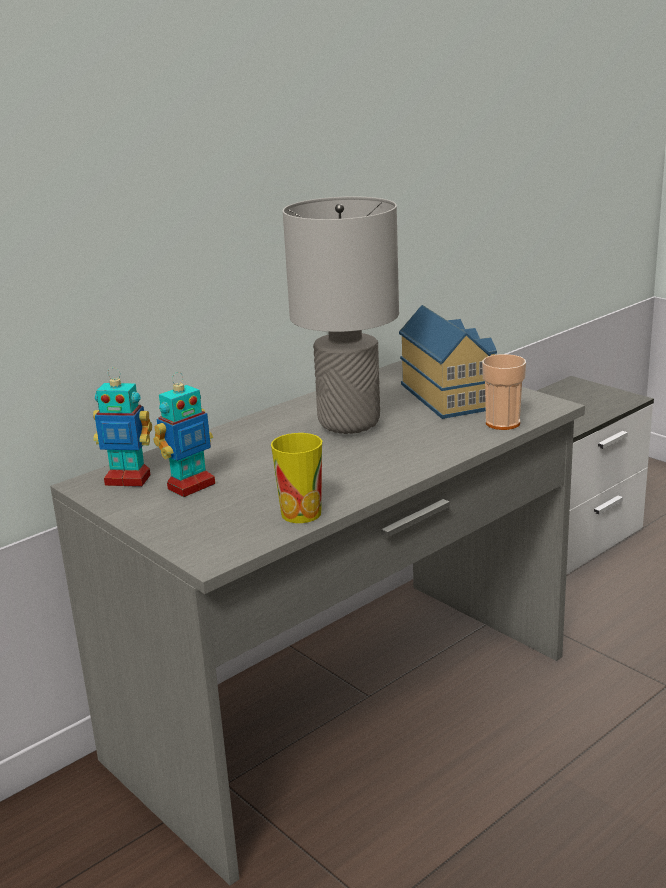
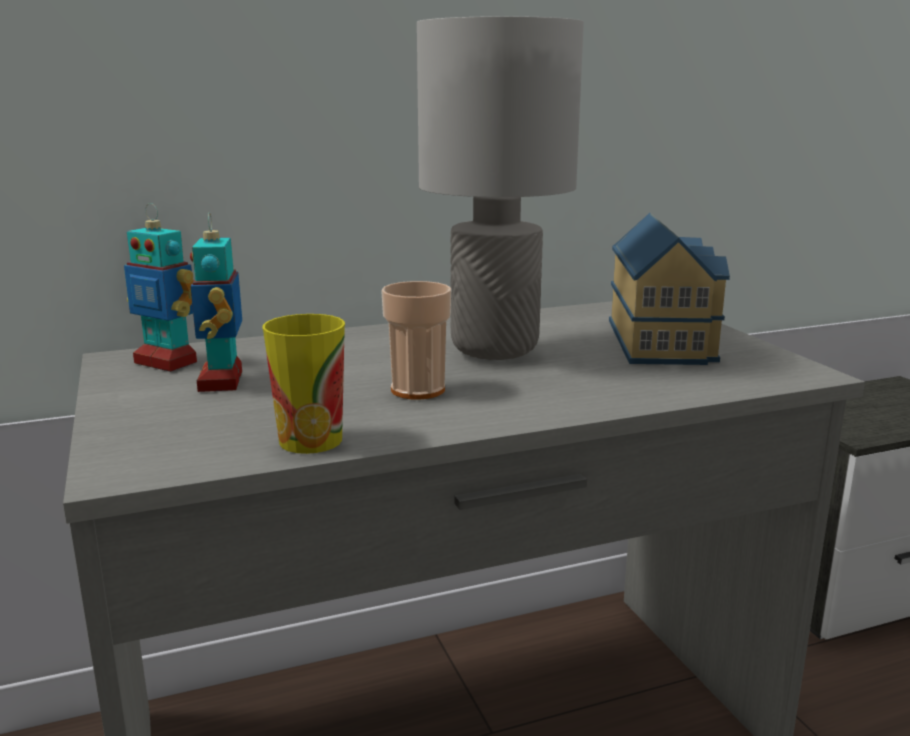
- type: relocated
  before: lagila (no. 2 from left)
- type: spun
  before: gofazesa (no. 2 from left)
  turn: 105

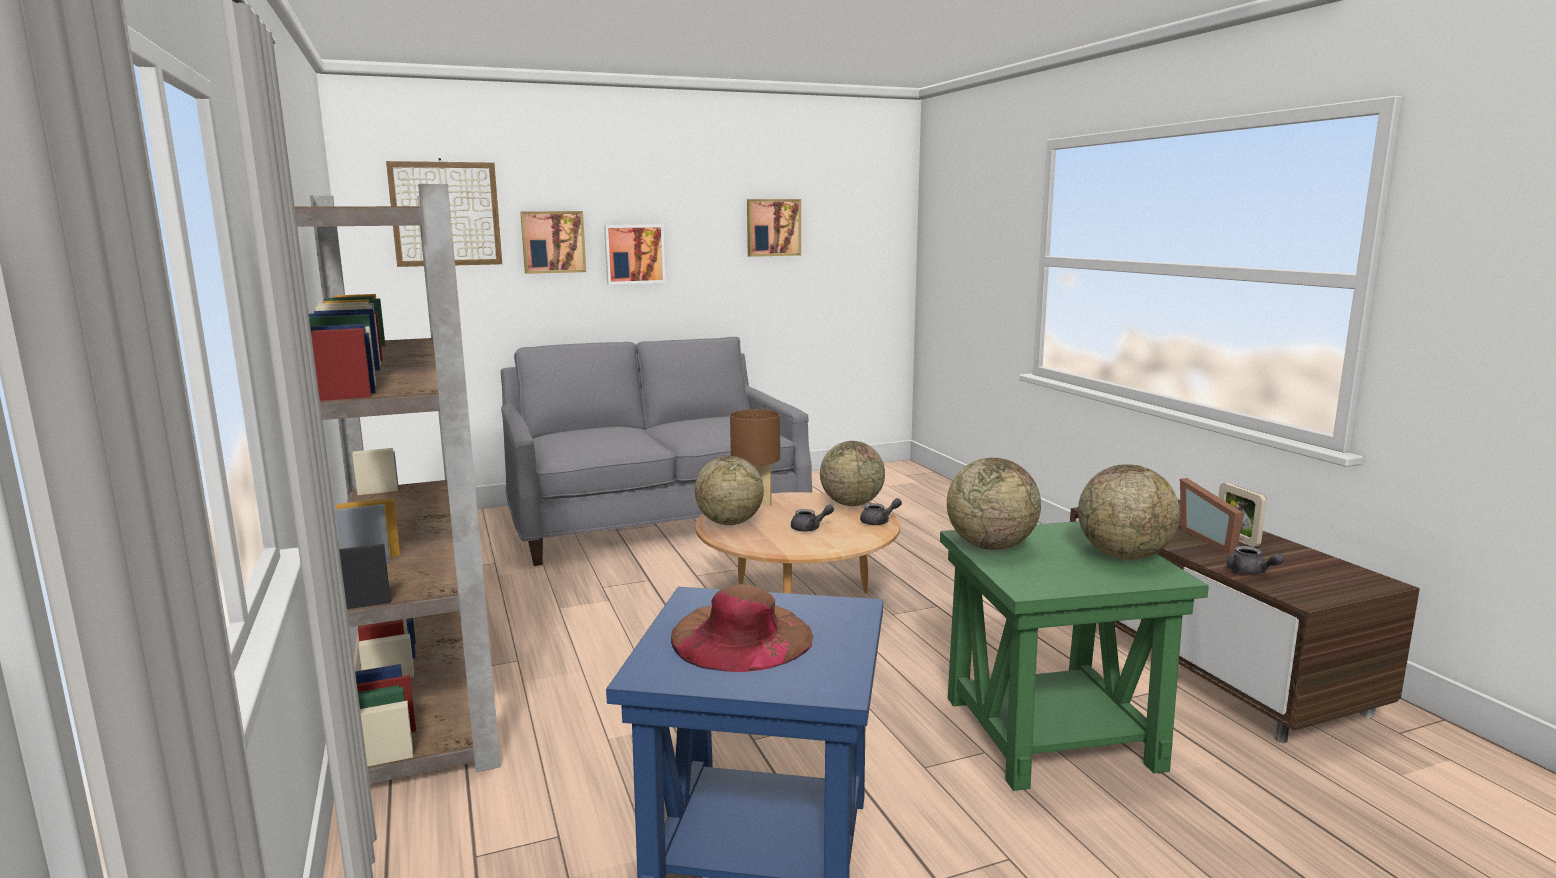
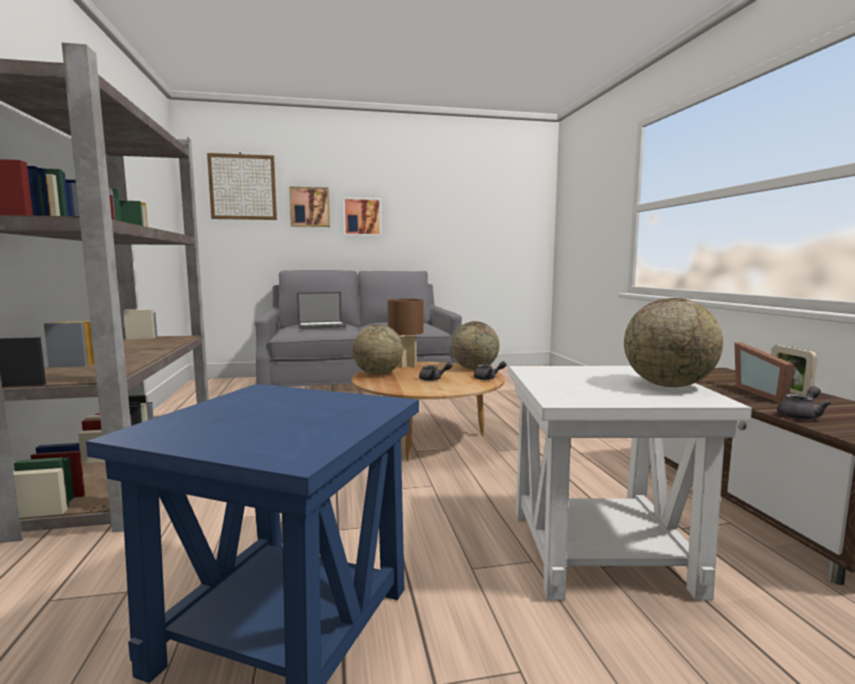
- type: missing
  before: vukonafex (no. 4 from left)
- type: missing
  before: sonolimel (no. 3 from left)
- type: colour
  before: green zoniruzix
  after: white zoniruzix
- type: spun
  before: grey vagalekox (no. 3 from left)
  turn: -105
- type: missing
  before: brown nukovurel
- type: appeared
  after: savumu

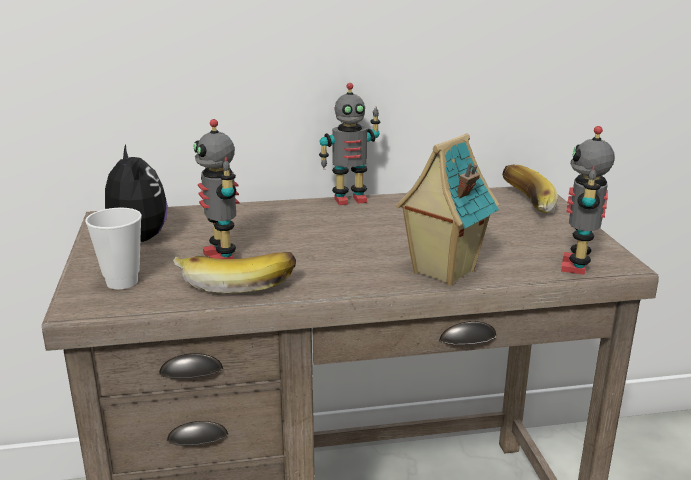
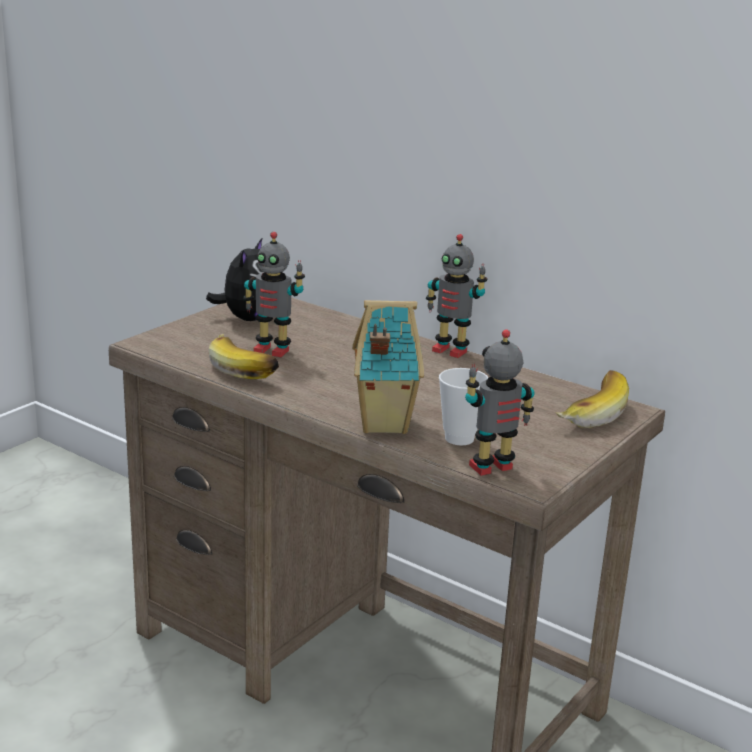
- type: spun
  before: gofazesa (no. 1 from left)
  turn: -90
- type: relocated
  before: lagila

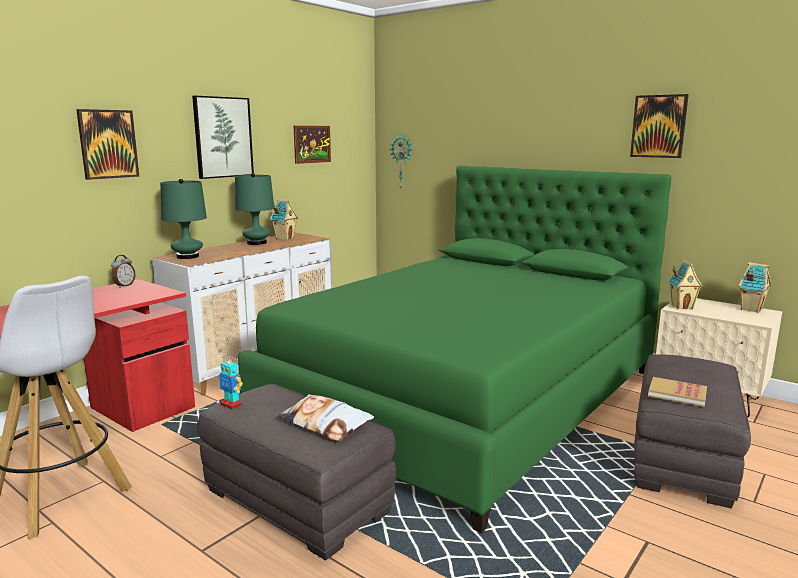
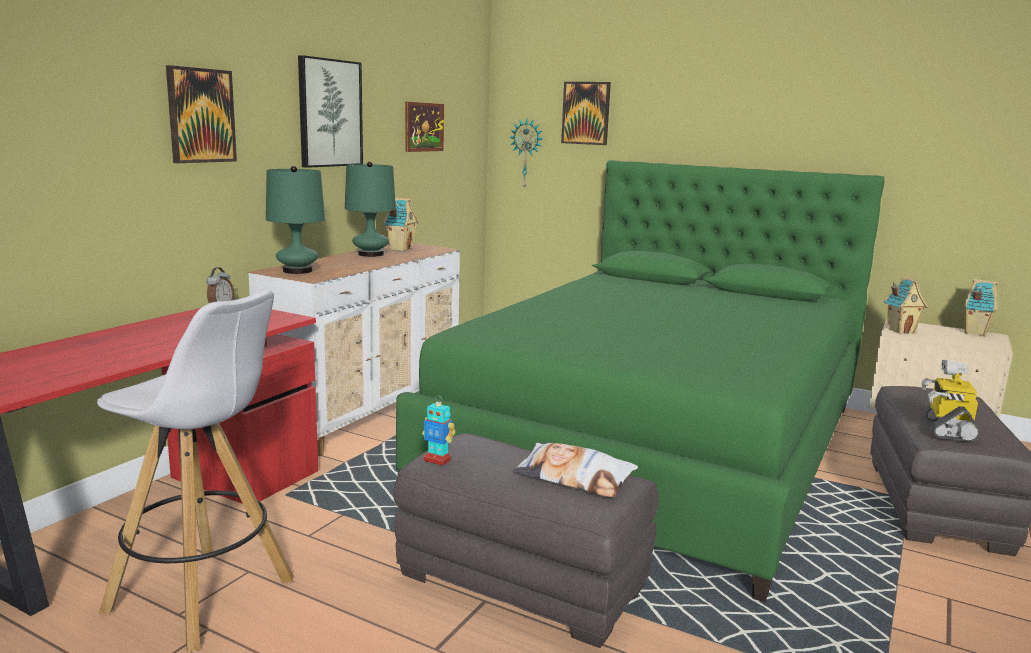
- type: relocated
  before: vukonafex (no. 4 from left)
- type: exchanged
  before: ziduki
  after: gofazesa (no. 2 from left)

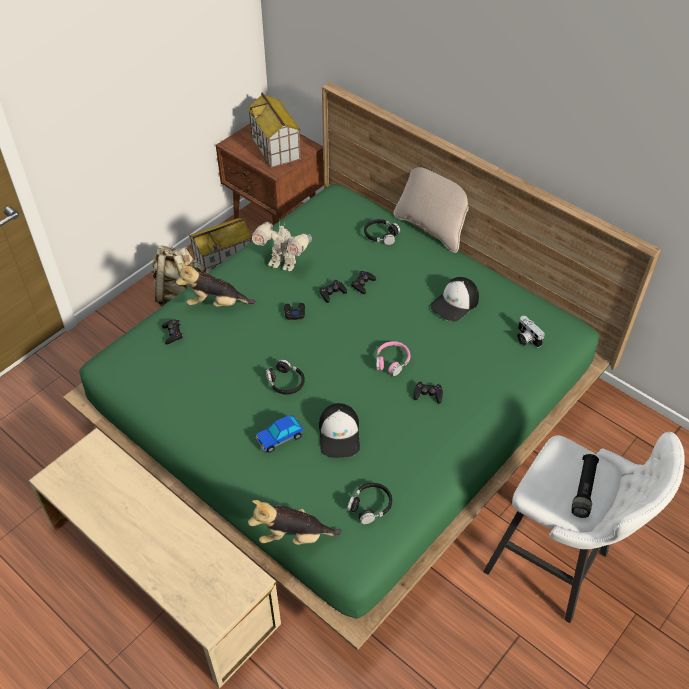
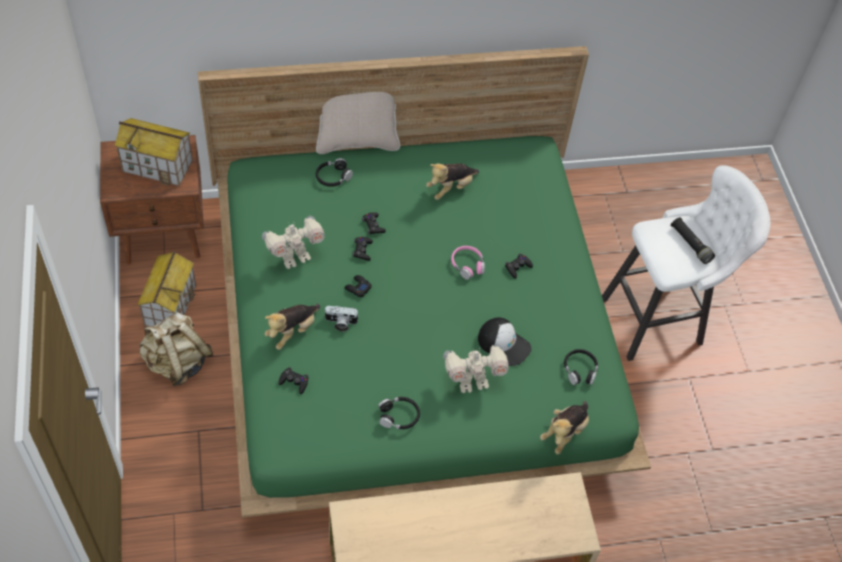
- type: exchanged
  before: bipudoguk (no. 2 from left)
  after: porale (no. 2 from left)
- type: relocated
  before: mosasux
- type: relocated
  before: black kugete (no. 1 from left in the first image)
  after: black kugete (no. 2 from left)
- type: exchanged
  before: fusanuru
  after: gofazesa (no. 2 from left)

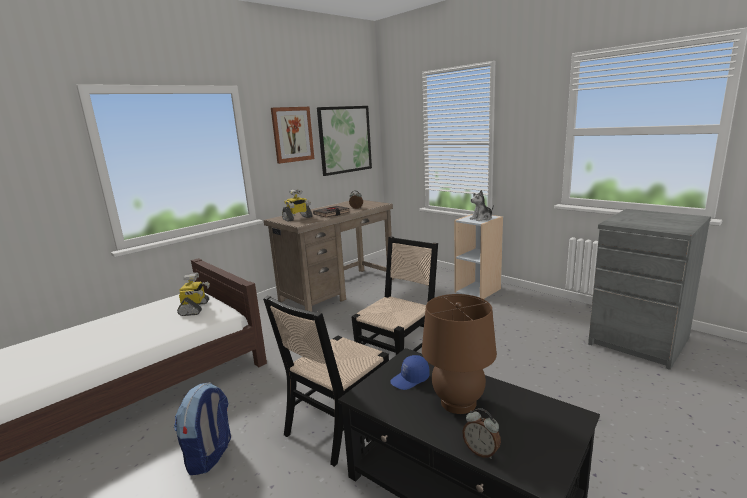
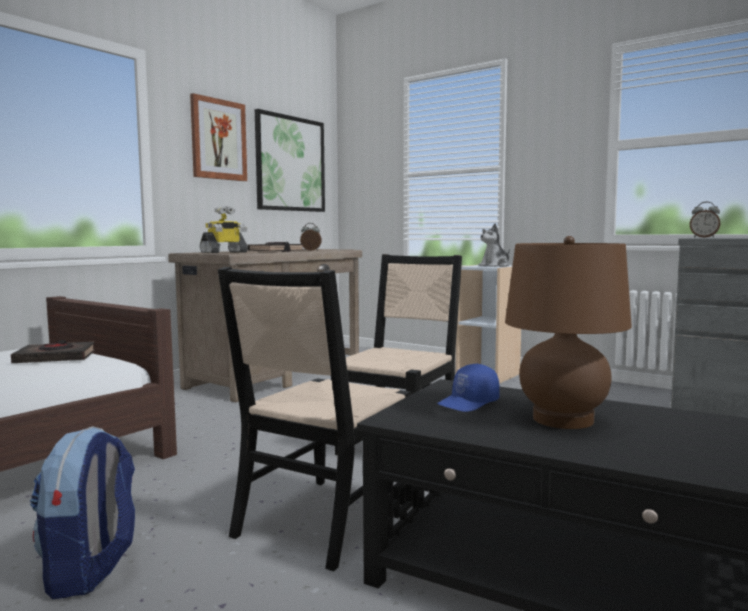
- type: exchanged
  before: gofazesa (no. 1 from left)
  after: black ziduki (no. 1 from left)
- type: relocated
  before: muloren (no. 2 from left)

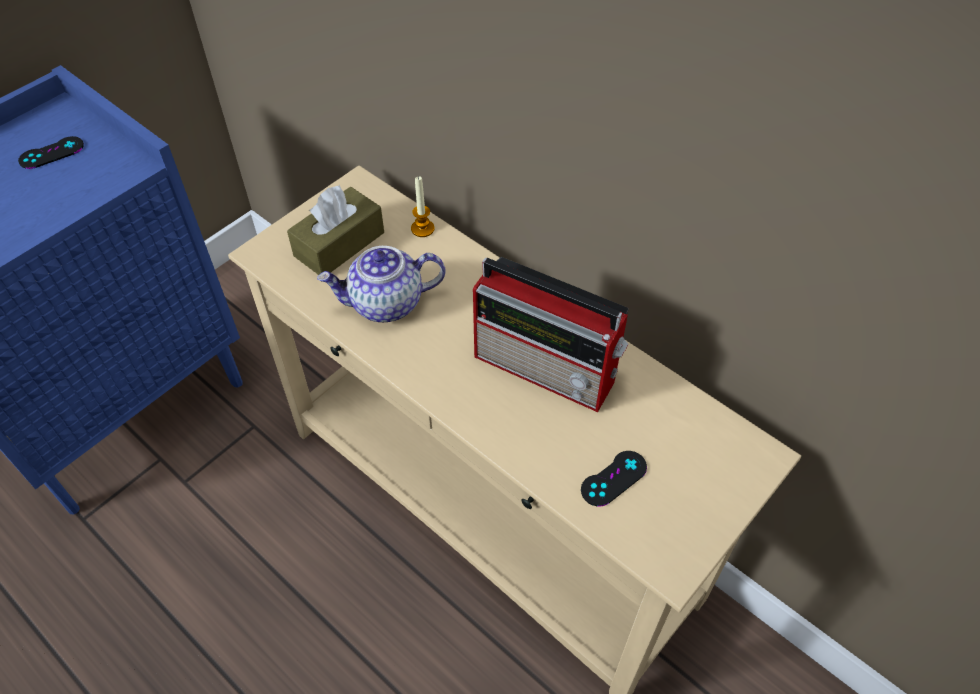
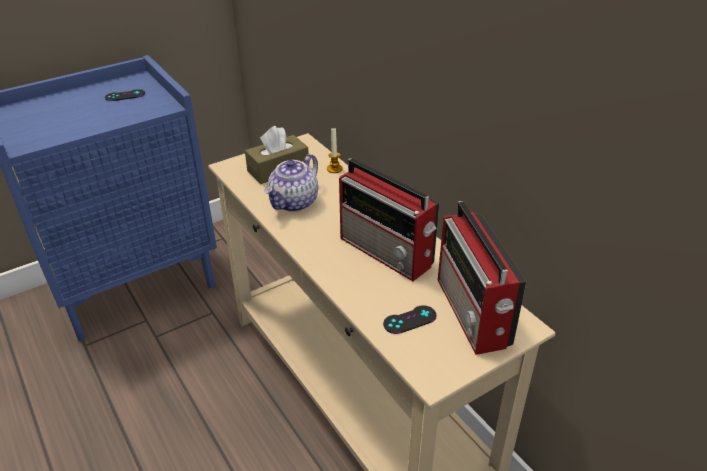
- type: spun
  before: vagalekox
  turn: -60
- type: appeared
  after: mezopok (no. 2 from left)

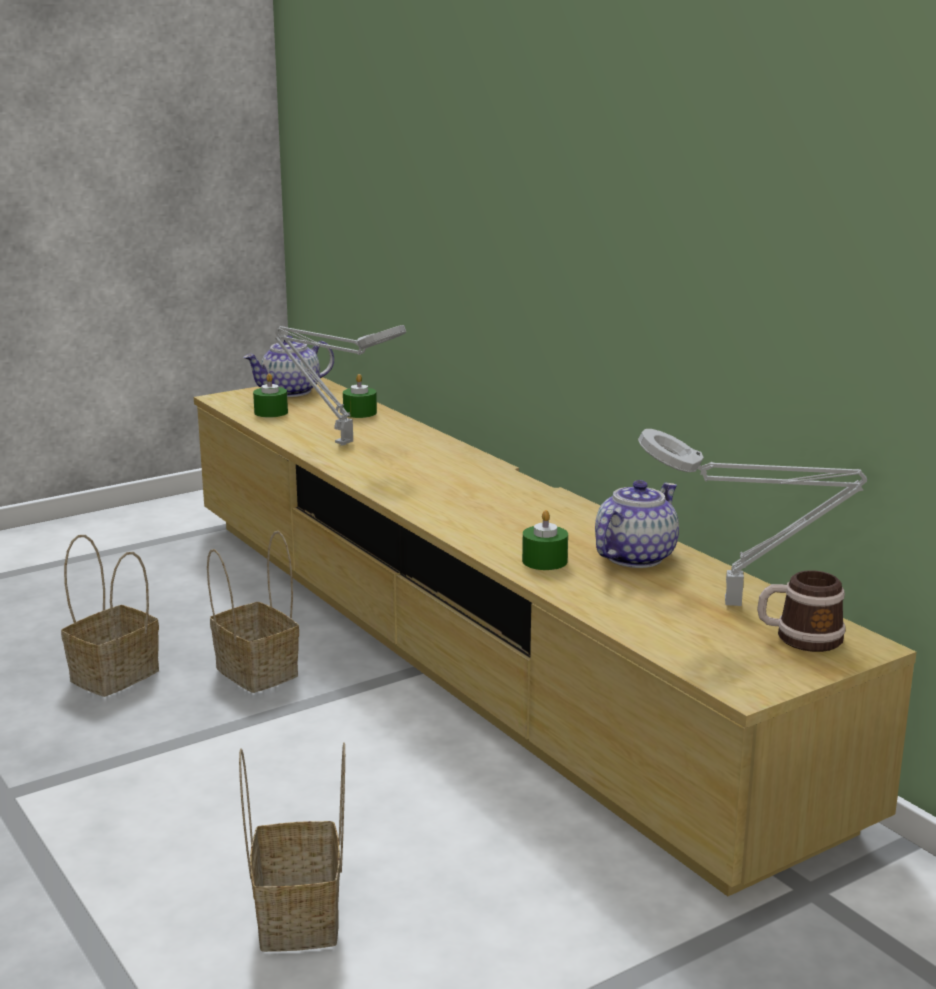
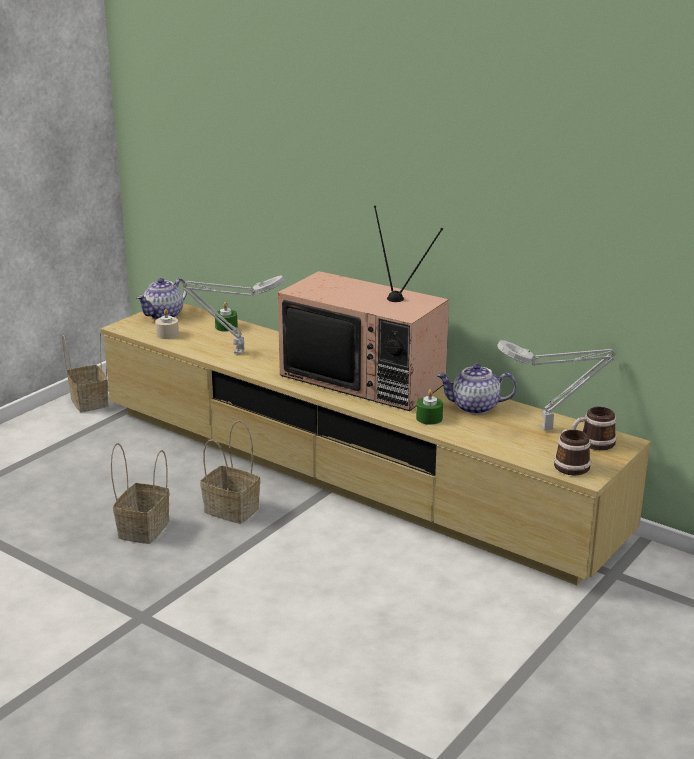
- type: colour
  before: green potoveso (no. 1 from left)
  after: beige potoveso
- type: spun
  before: vagalekox (no. 2 from left)
  turn: -105
- type: relocated
  before: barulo (no. 3 from left in the first image)
  after: barulo (no. 1 from left)
- type: appeared
  after: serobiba
- type: appeared
  after: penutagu (no. 1 from left)

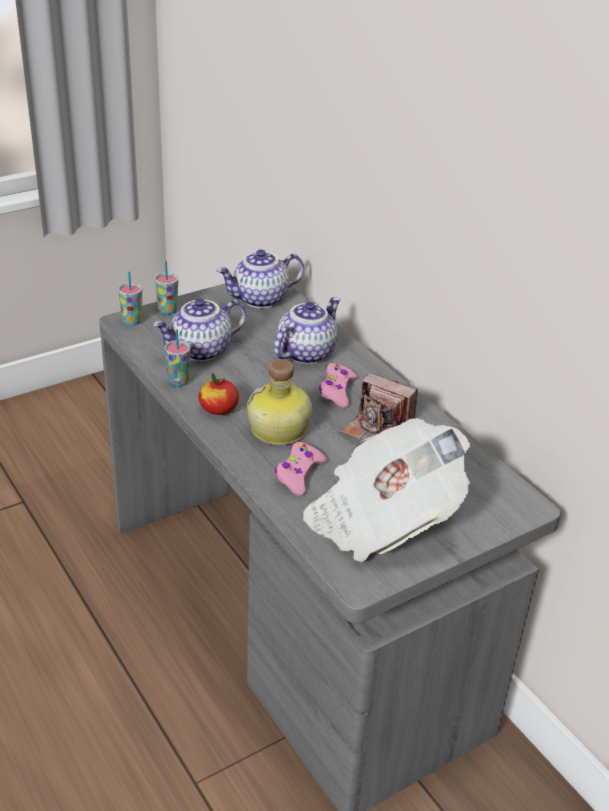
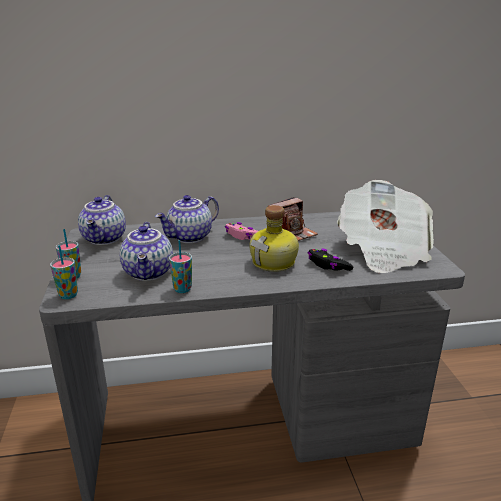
- type: spun
  before: vagalekox (no. 3 from left)
  turn: -105
- type: missing
  before: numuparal
- type: colour
  before: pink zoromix (no. 1 from left)
  after: black zoromix

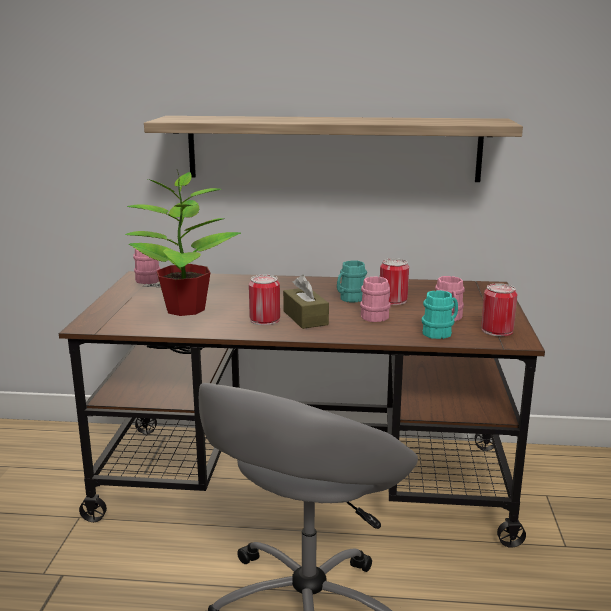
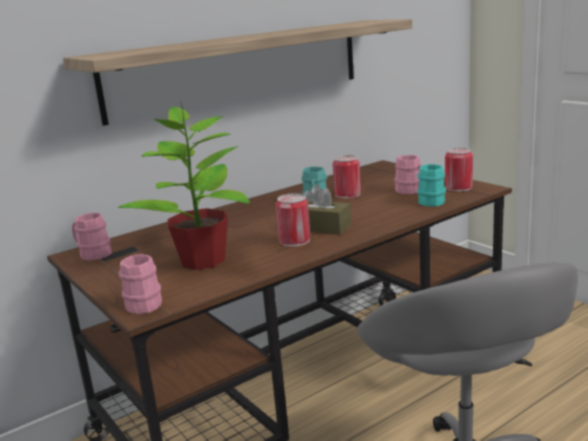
- type: relocated
  before: pink penutagu (no. 2 from left)

